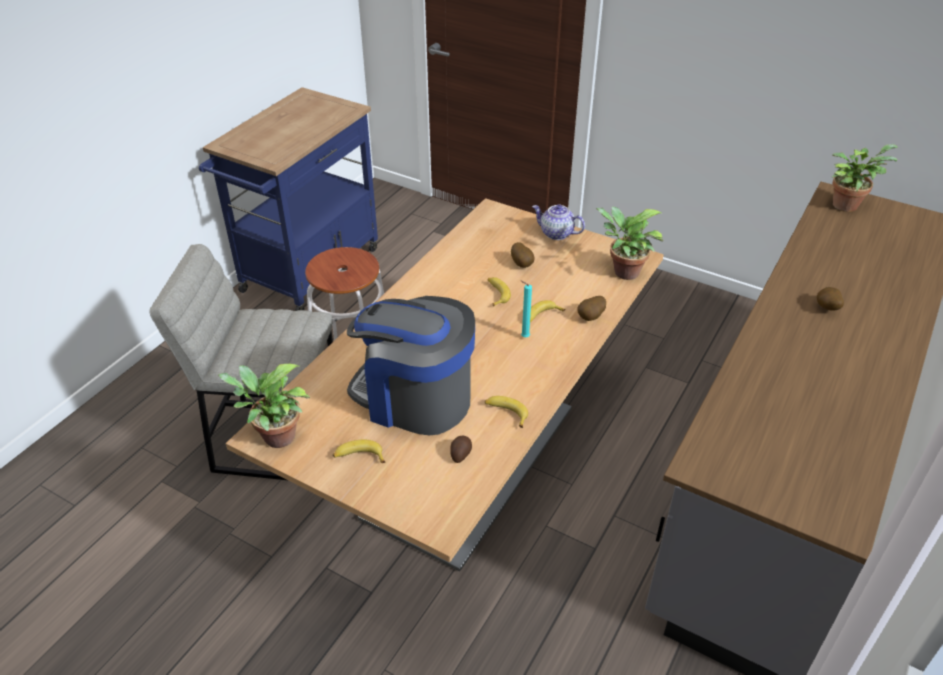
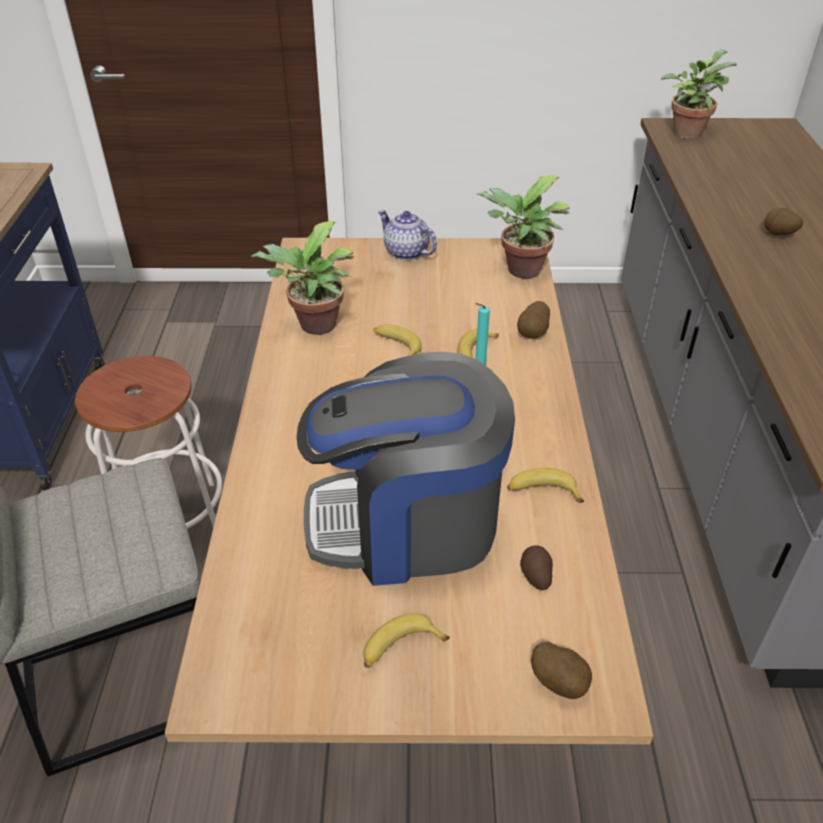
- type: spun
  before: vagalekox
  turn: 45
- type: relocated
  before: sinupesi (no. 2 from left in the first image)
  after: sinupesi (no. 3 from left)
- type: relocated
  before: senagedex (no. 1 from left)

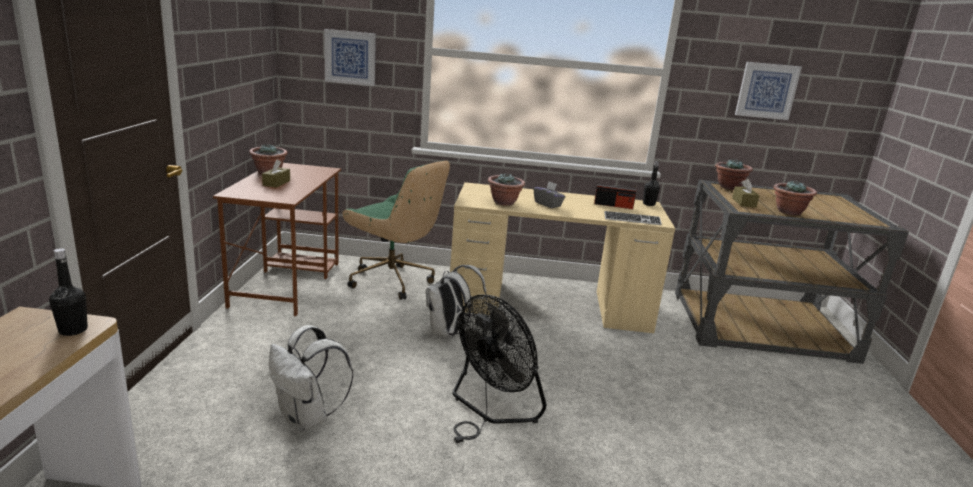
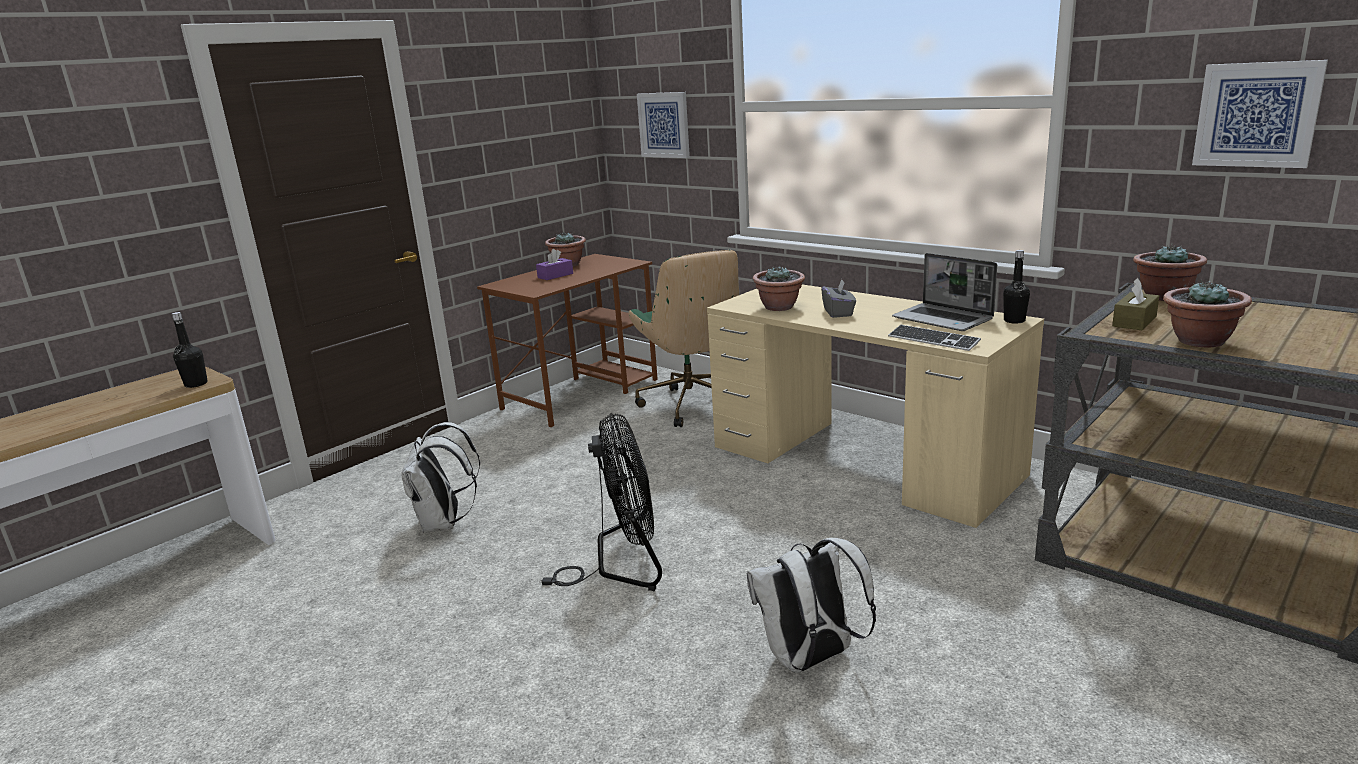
- type: colour
  before: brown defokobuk (no. 1 from left)
  after: purple defokobuk
- type: exchanged
  before: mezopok
  after: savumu
- type: relocated
  before: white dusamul (no. 2 from left)

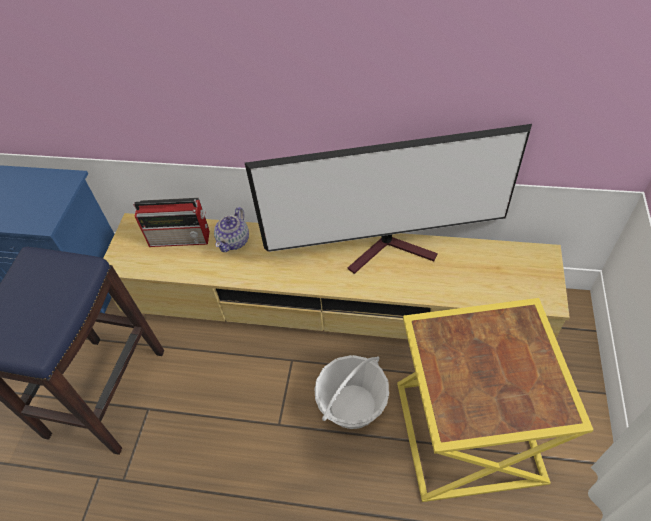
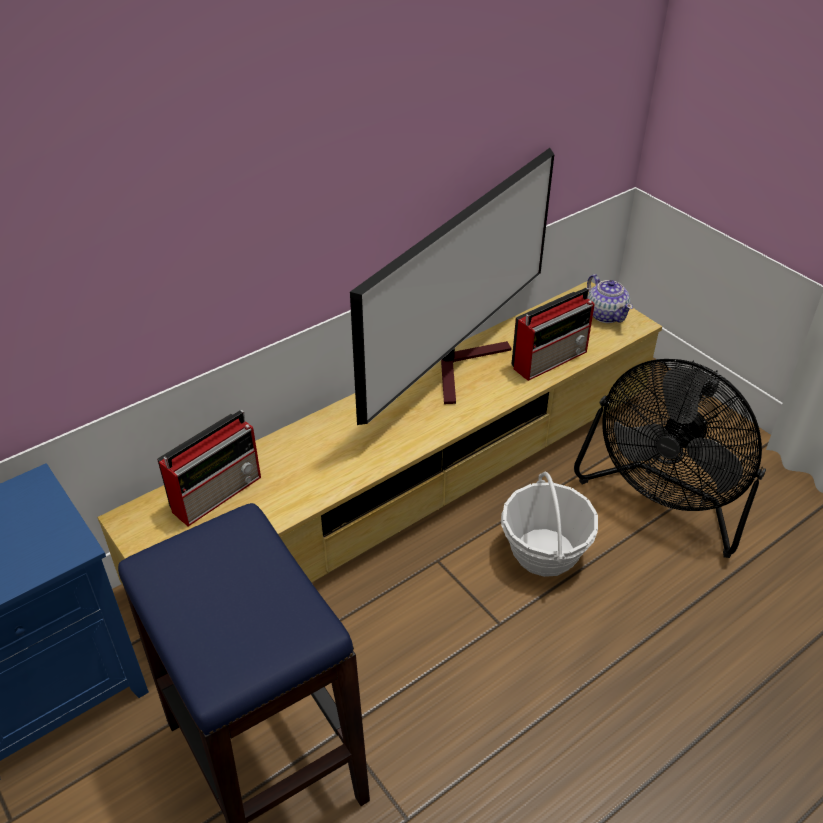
- type: relocated
  before: vagalekox
- type: exchanged
  before: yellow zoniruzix
  after: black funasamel
- type: appeared
  after: mezopok (no. 2 from left)

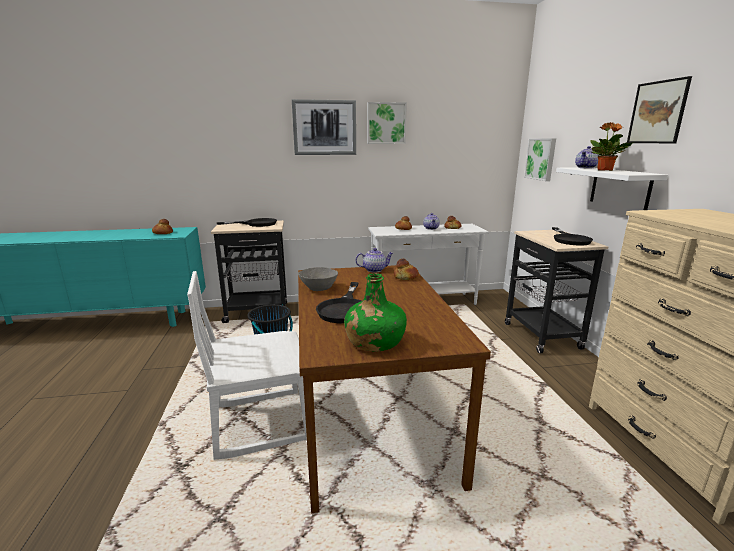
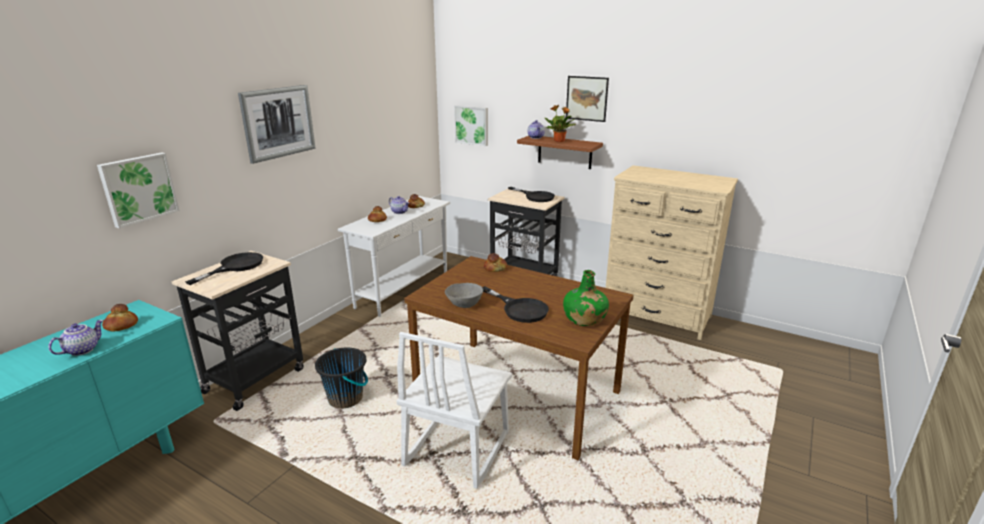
- type: relocated
  before: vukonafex (no. 2 from left in the first image)
  after: vukonafex (no. 1 from left)
- type: colour
  before: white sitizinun
  after: brown sitizinun
- type: relocated
  before: vagalekox (no. 1 from left)

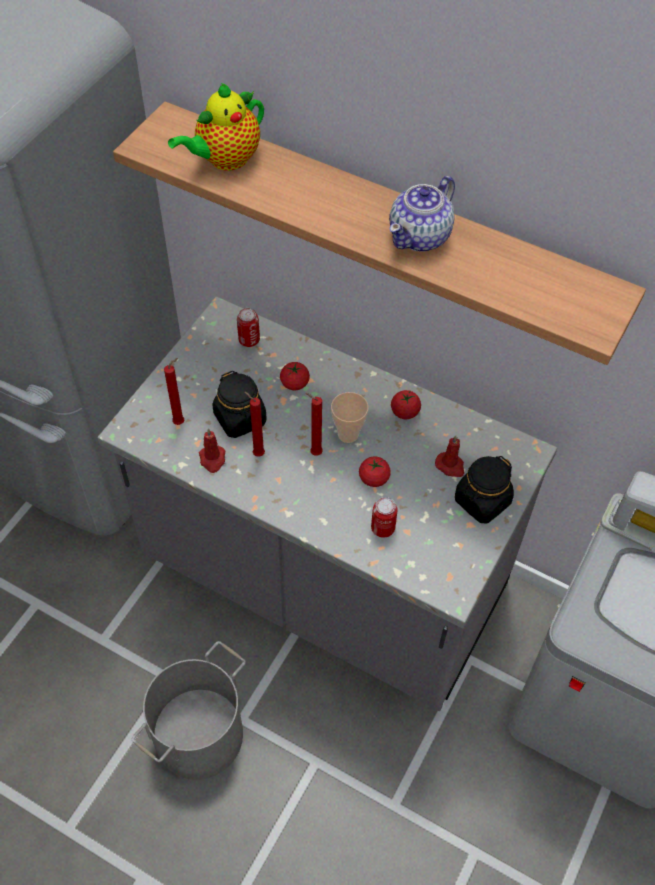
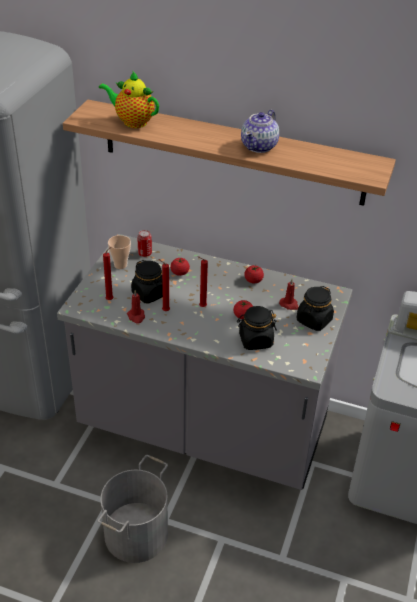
- type: spun
  before: vagalekox (no. 1 from left)
  turn: 75
- type: relocated
  before: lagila
- type: exchanged
  before: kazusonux (no. 2 from left)
  after: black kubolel (no. 2 from left)

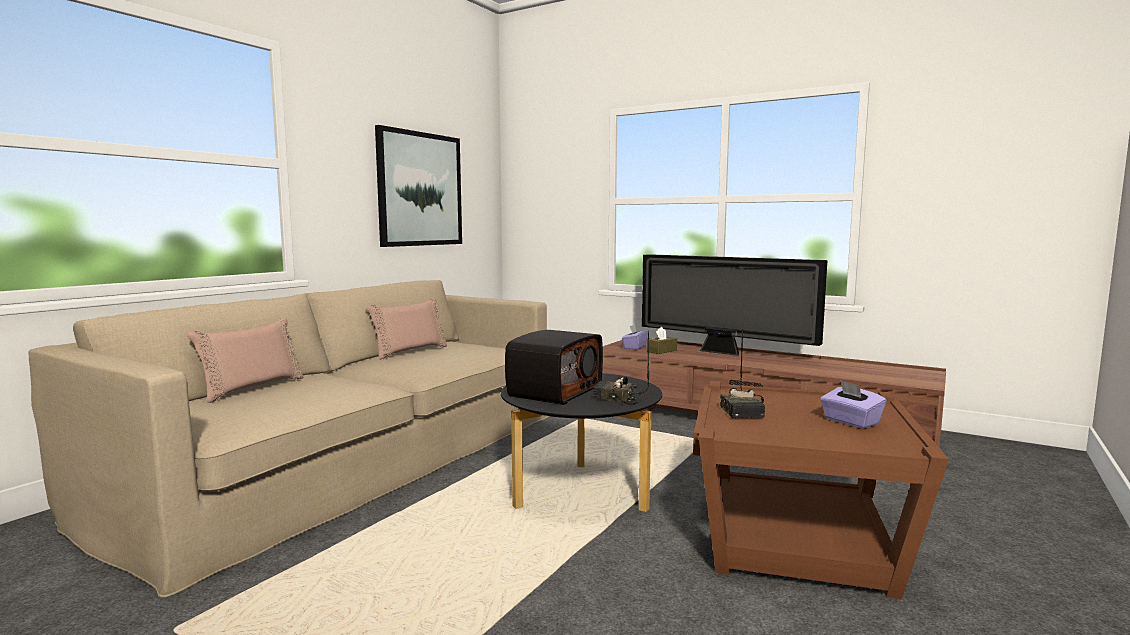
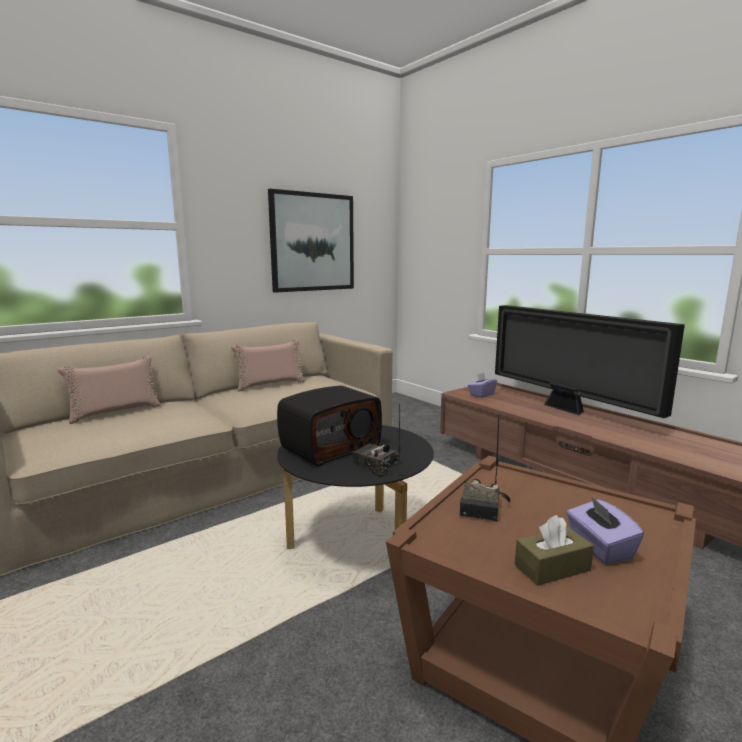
- type: relocated
  before: brown defokobuk

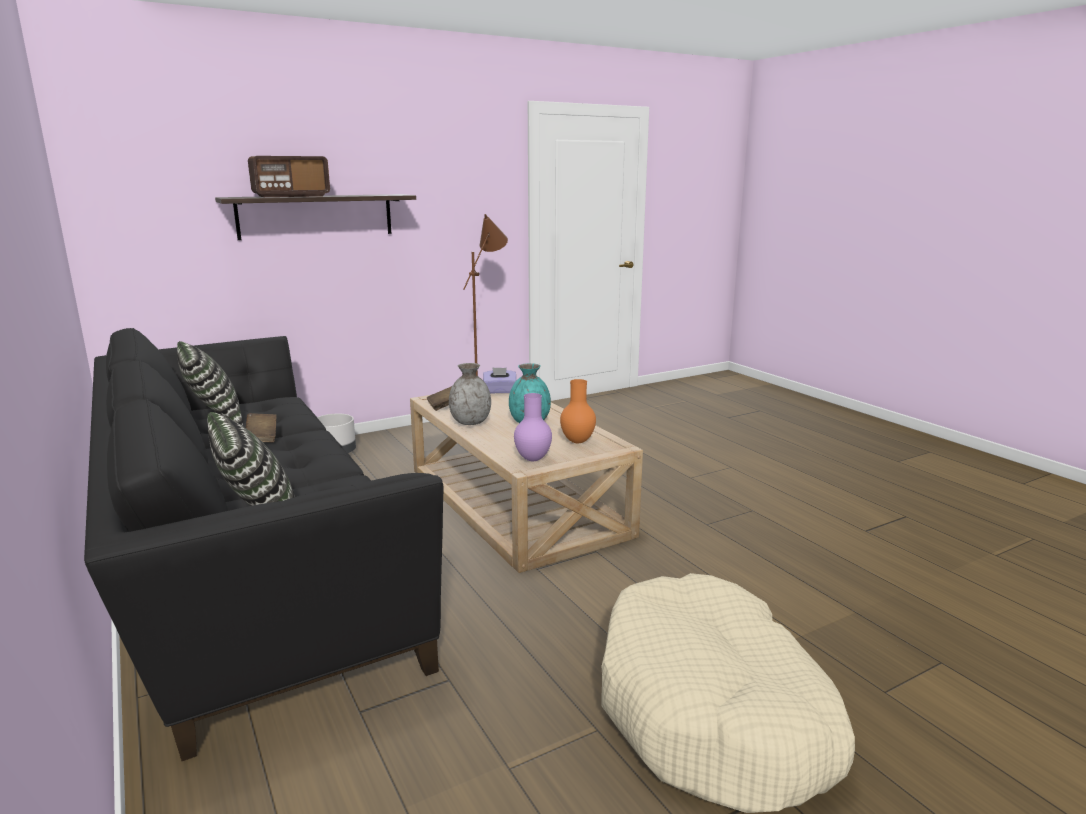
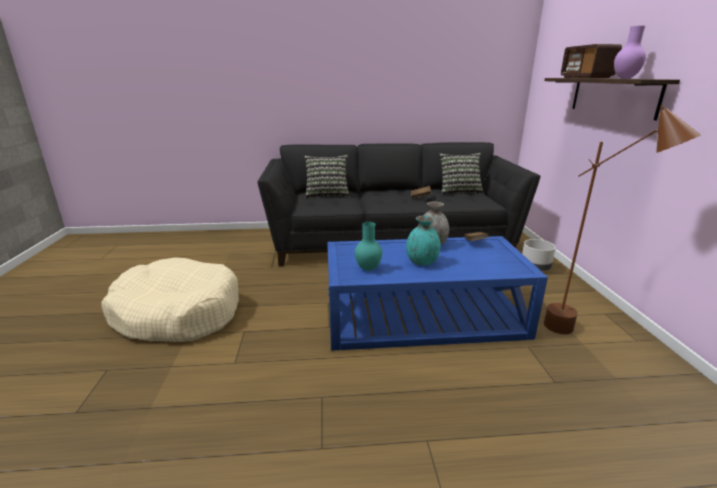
- type: missing
  before: purple defokobuk
- type: colour
  before: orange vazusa
  after: turquoise vazusa (no. 1 from left)
- type: colour
  before: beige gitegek
  after: blue gitegek
- type: relocated
  before: purple vazusa

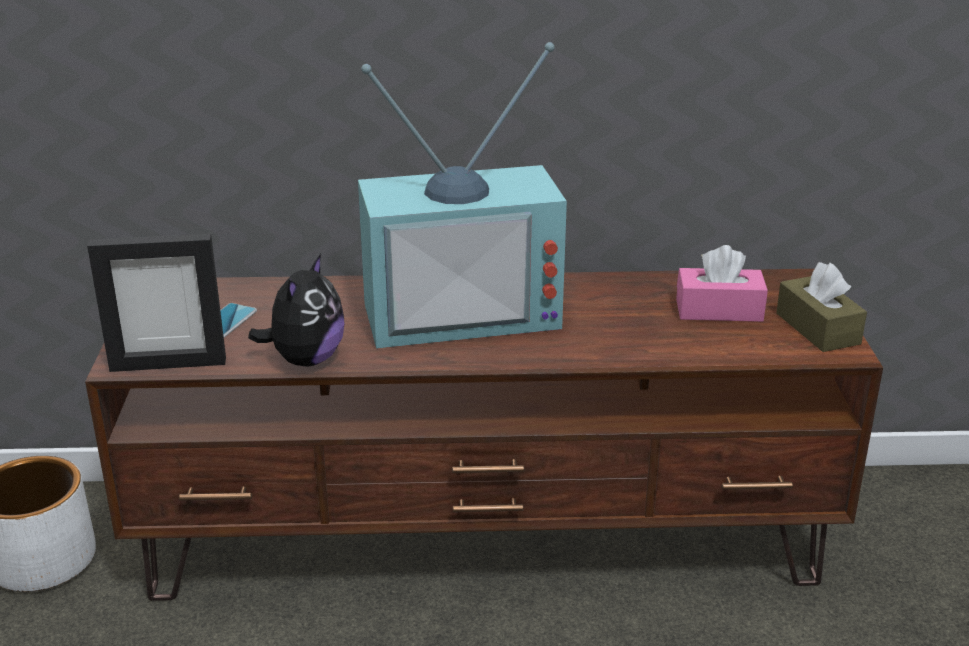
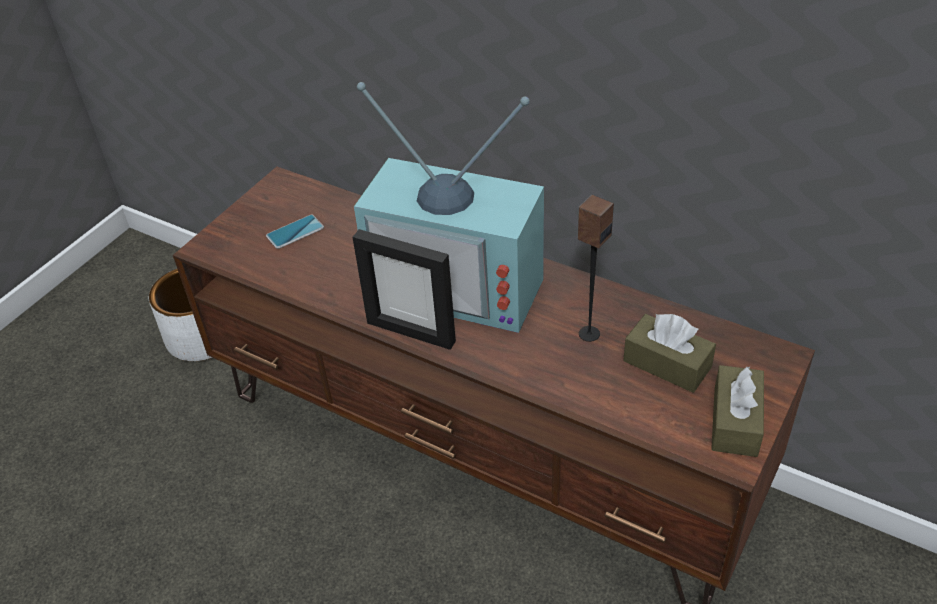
- type: relocated
  before: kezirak
- type: colour
  before: pink defokobuk
  after: brown defokobuk (no. 1 from left)
- type: missing
  before: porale
- type: appeared
  after: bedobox

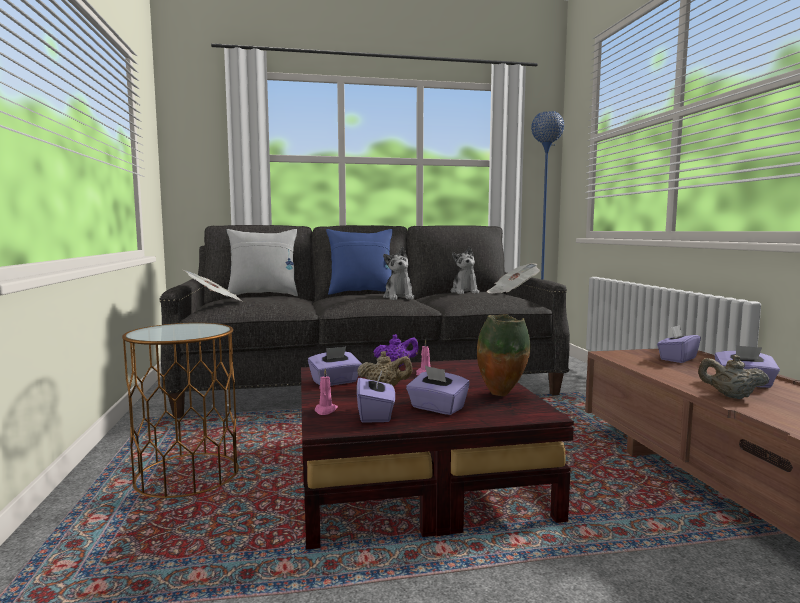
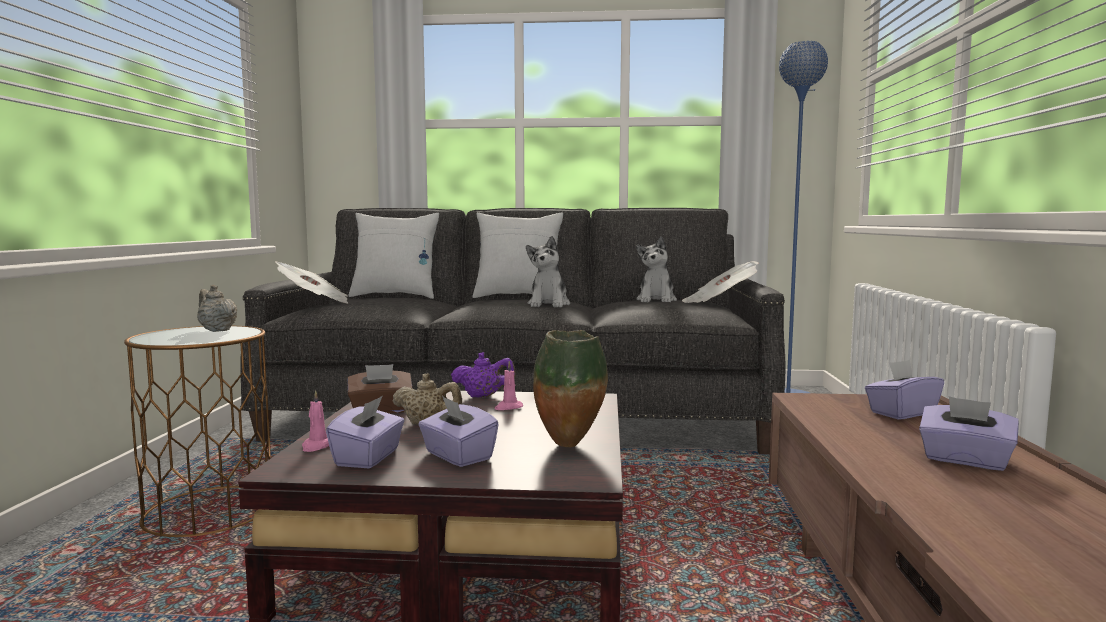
- type: colour
  before: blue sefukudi
  after: grey sefukudi (no. 2 from left)
- type: colour
  before: purple defokobuk (no. 1 from left)
  after: brown defokobuk
- type: relocated
  before: beige vagalekox (no. 2 from left in the first image)
  after: beige vagalekox (no. 1 from left)

